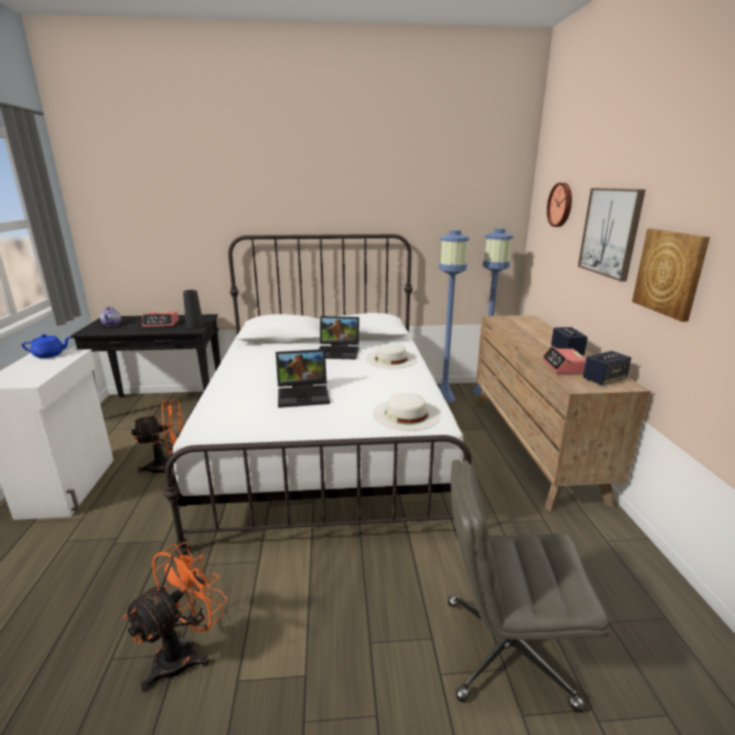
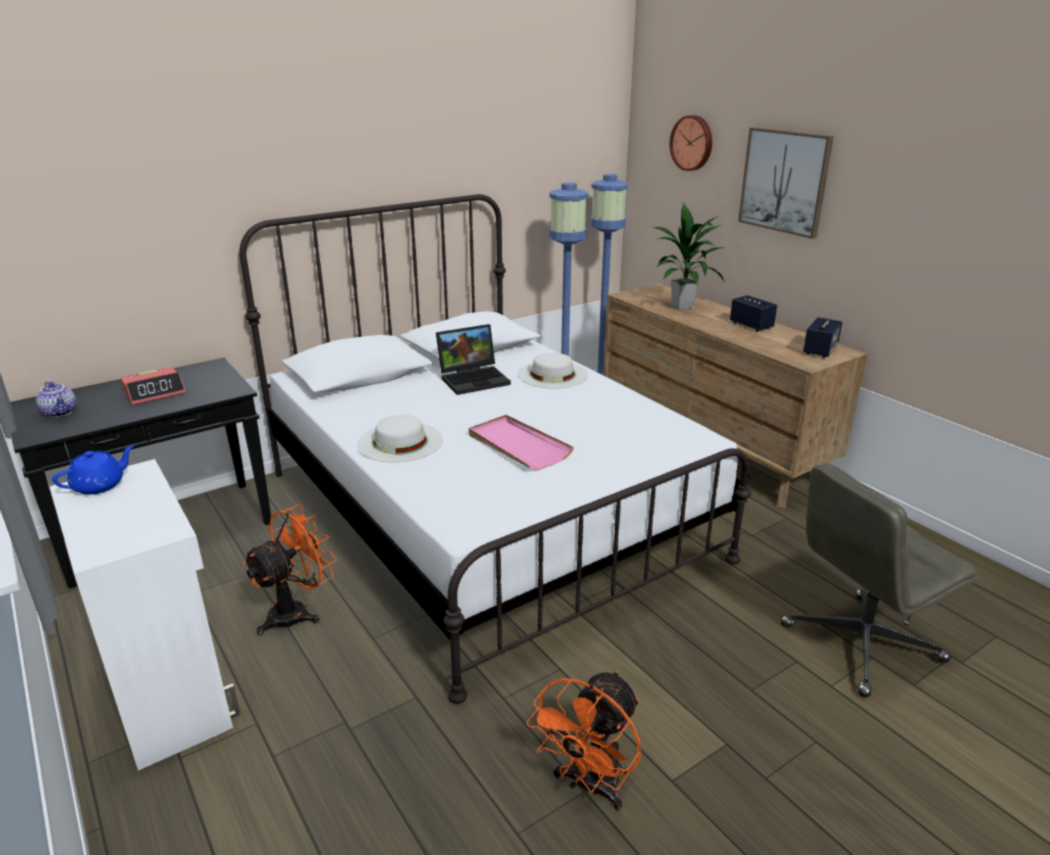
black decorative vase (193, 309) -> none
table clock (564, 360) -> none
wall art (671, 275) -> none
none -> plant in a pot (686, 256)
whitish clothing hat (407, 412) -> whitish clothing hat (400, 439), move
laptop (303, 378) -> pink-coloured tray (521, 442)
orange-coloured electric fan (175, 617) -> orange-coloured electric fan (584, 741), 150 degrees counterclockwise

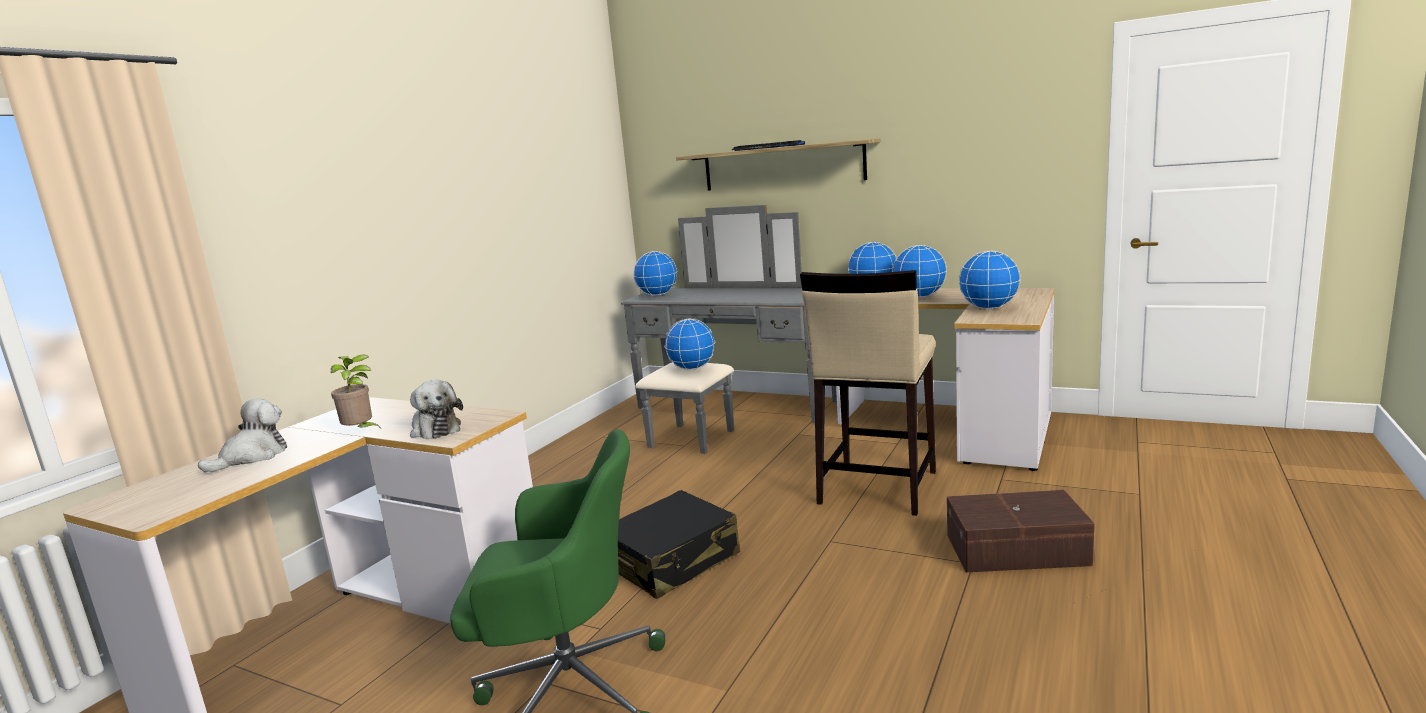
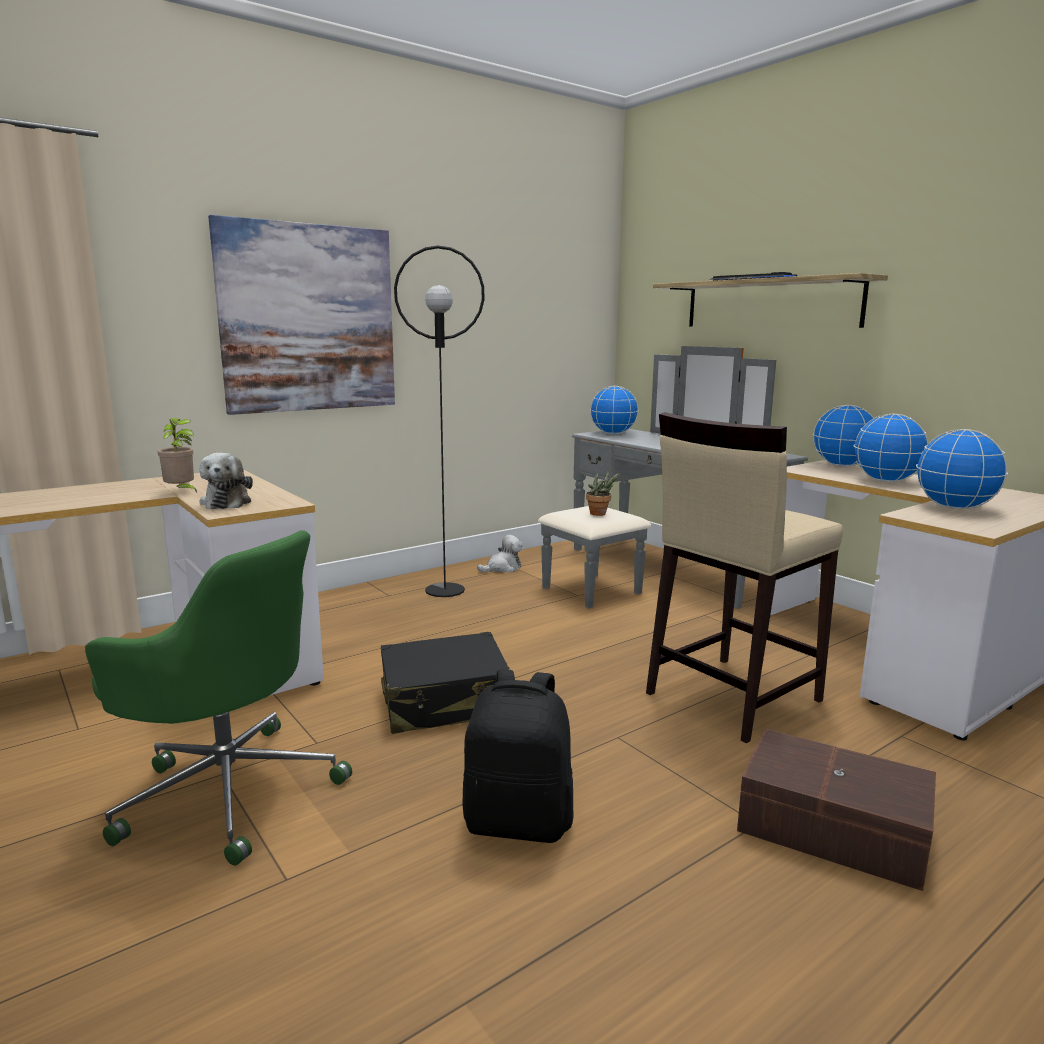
none -> wall art (301, 315)
none -> black floor lamp (439, 421)
none -> black knapsack (517, 756)
plush toy (242, 436) -> plush toy (500, 553), move
globe (689, 344) -> plant in a pot (603, 492)

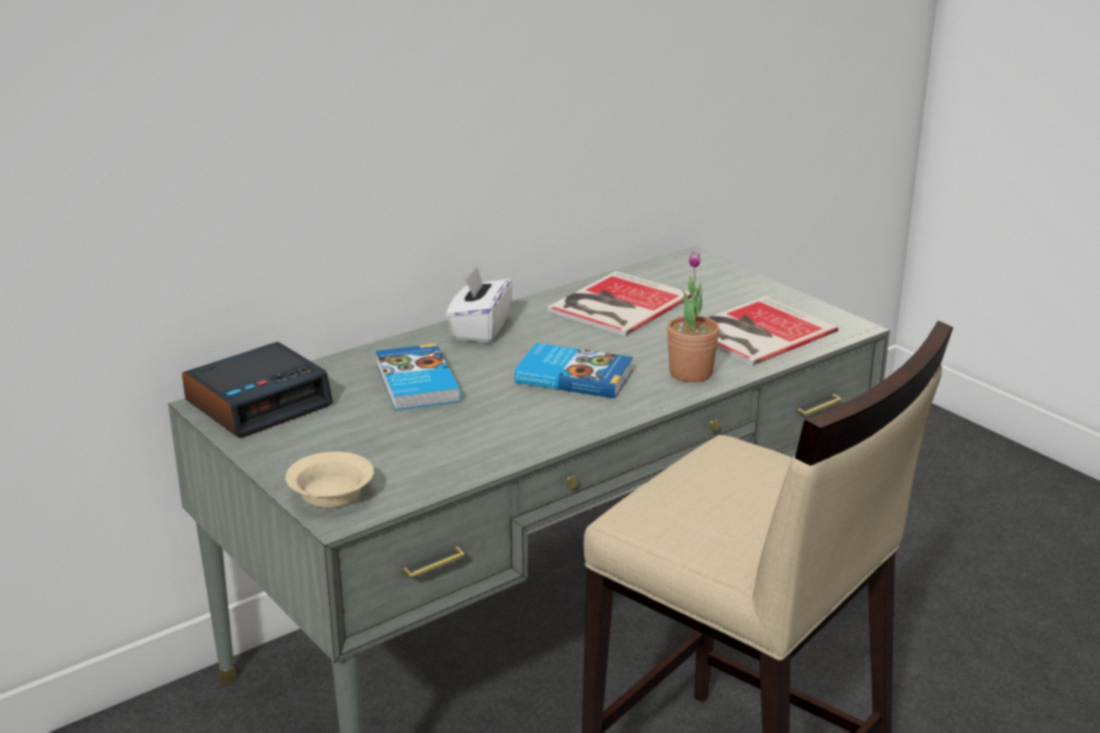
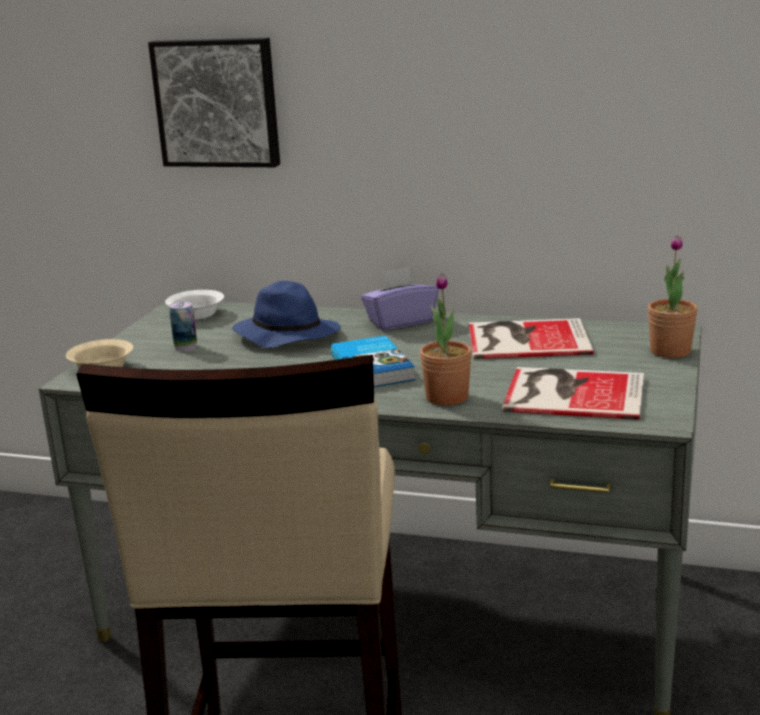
none -> wall art (214, 102)
none -> sealed can (183, 326)
none -> plant in a pot (673, 296)
table clock (257, 390) -> whitish bowl (194, 305)
book (418, 377) -> bluish clothing hat (286, 314)
whitish tissue holder (479, 305) -> purplish tissue holder (400, 298)

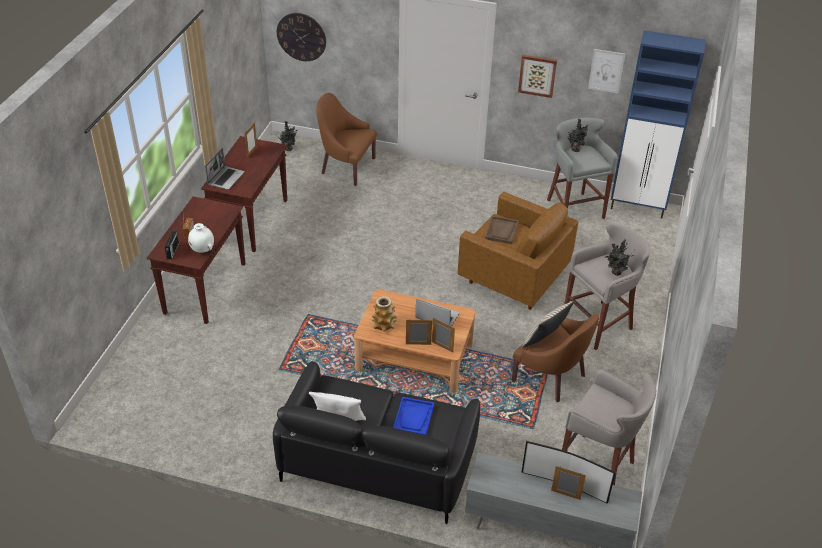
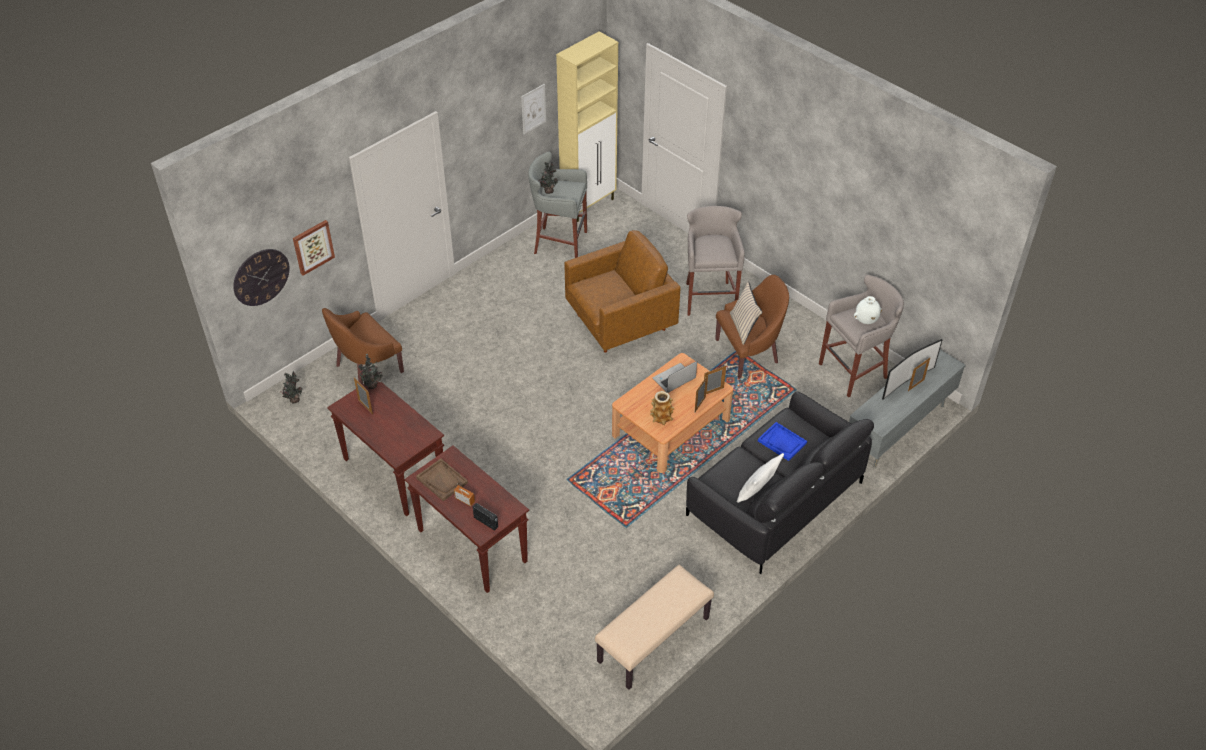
laptop (225, 169) -> none
none -> sand-coloured long seat (654, 627)
whitish decorative vase (201, 238) -> whitish decorative vase (868, 310), move
brown-coloured tray (502, 230) -> brown-coloured tray (442, 480), move
wall art (537, 76) -> wall art (314, 248), move
plant in a pot (619, 257) -> plant in a pot (370, 371), move
bluish cabinet (658, 124) -> sand-coloured cabinet (587, 126)

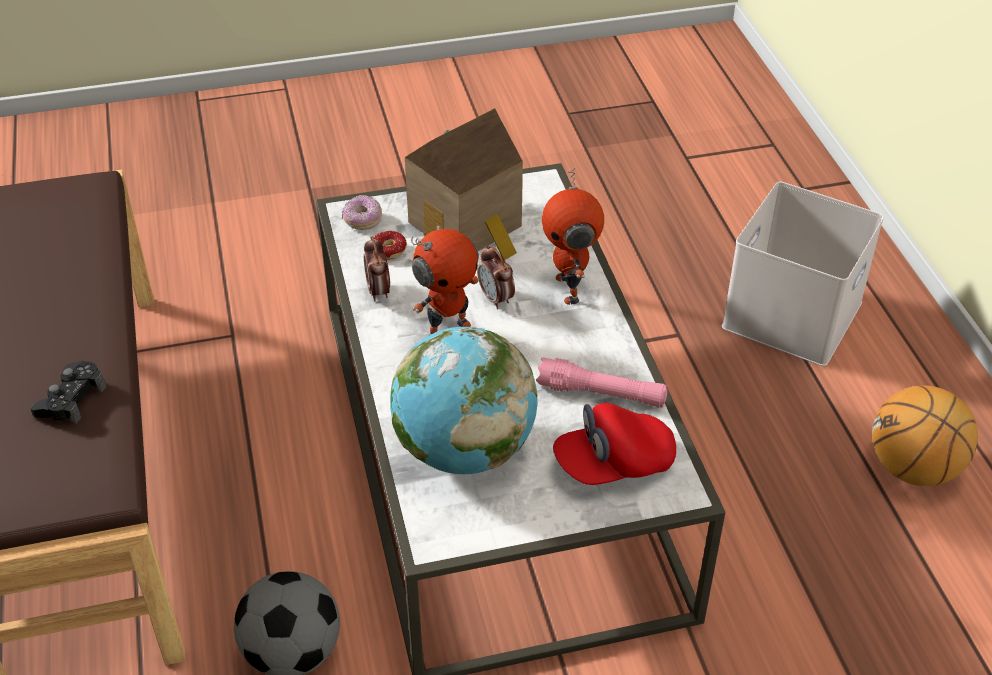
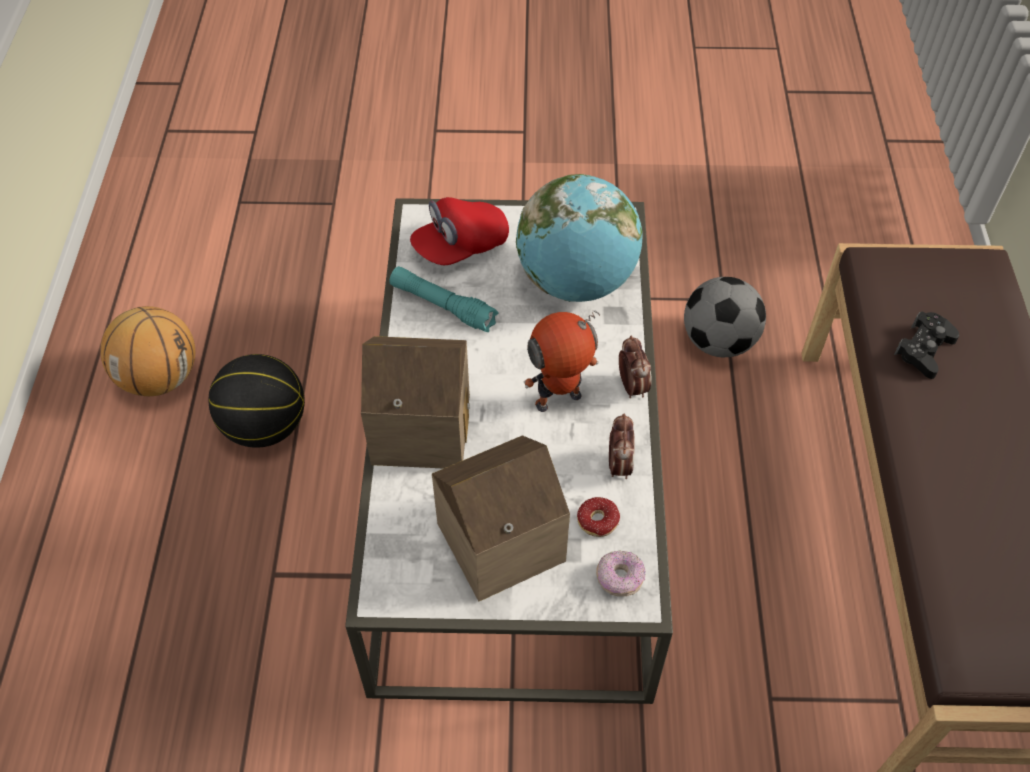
whitish storage box (803, 274) -> none
none -> basketball ball (256, 401)
table clock (496, 277) -> table clock (635, 367), move
toy robot (573, 236) -> model house (415, 402)
pink-coloured flashlight (601, 382) -> blue-green flashlight (444, 299)
red peaked cap (614, 444) -> red peaked cap (459, 231), 150 degrees clockwise

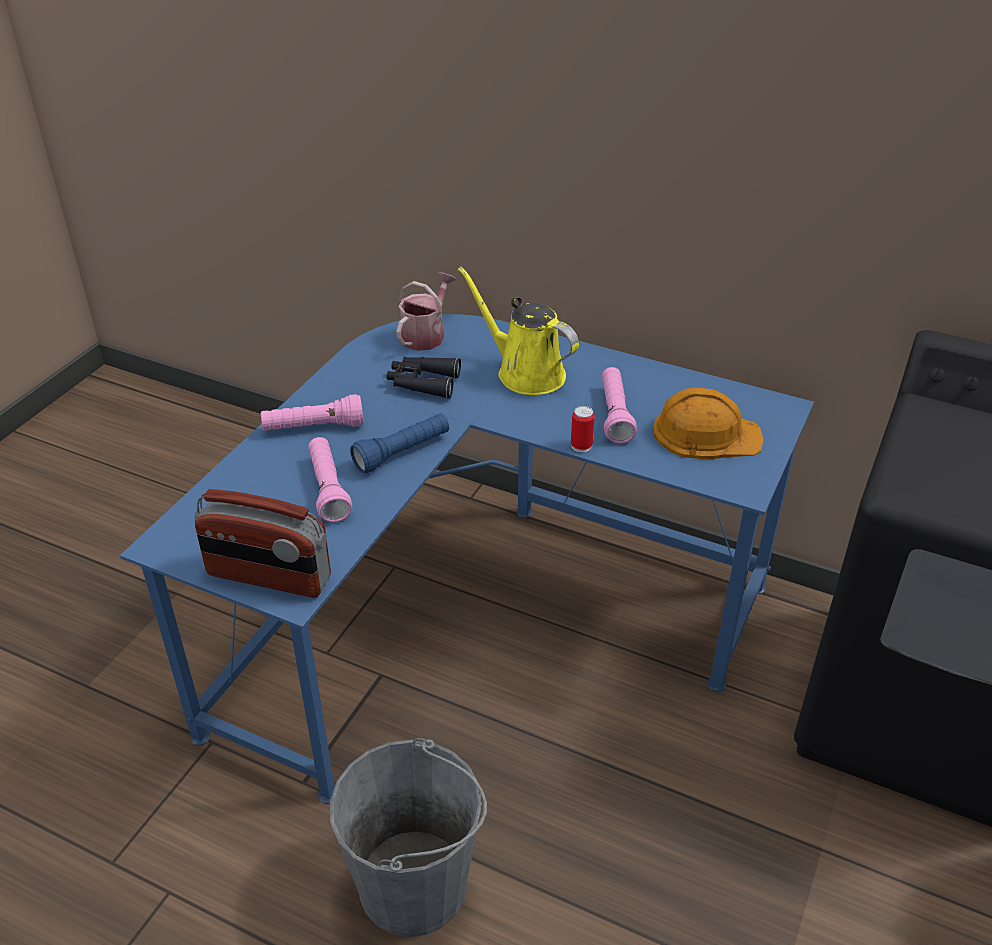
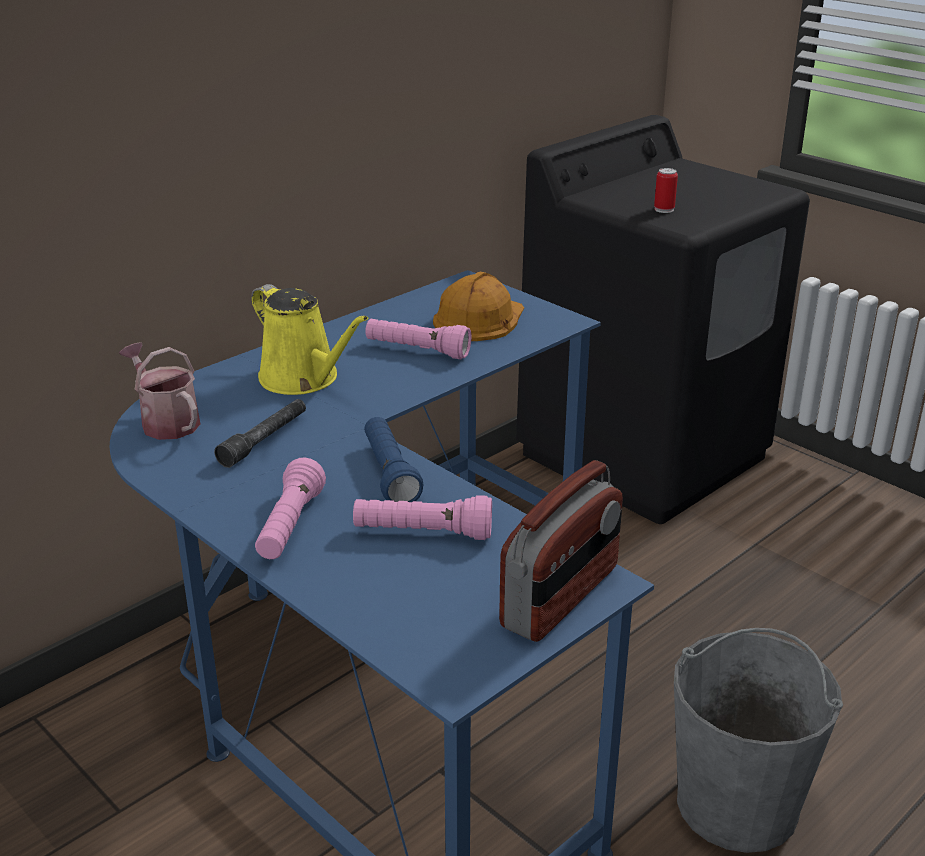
sealed can (583, 429) -> sealed can (666, 190), move
black pair of binoculars (424, 378) -> gray flashlight (260, 433)
yellow watering pot (518, 330) -> yellow watering pot (309, 339), 105 degrees counterclockwise

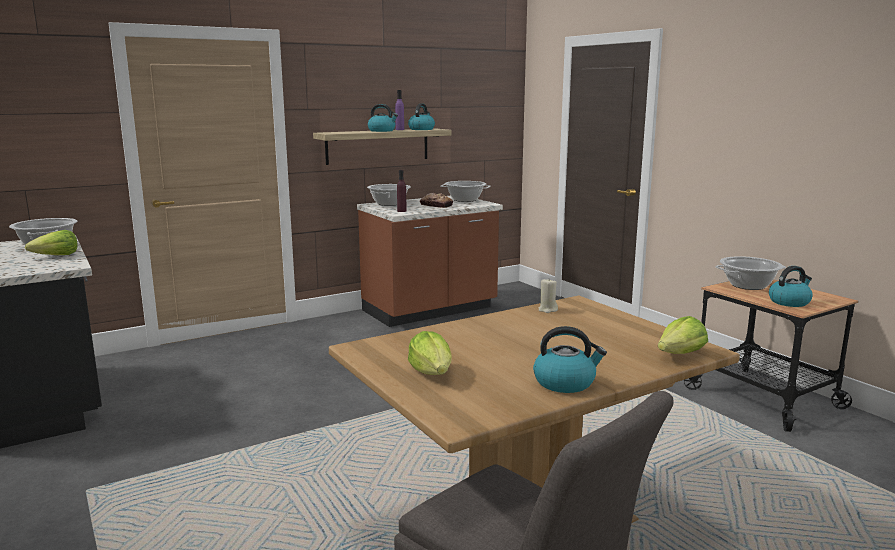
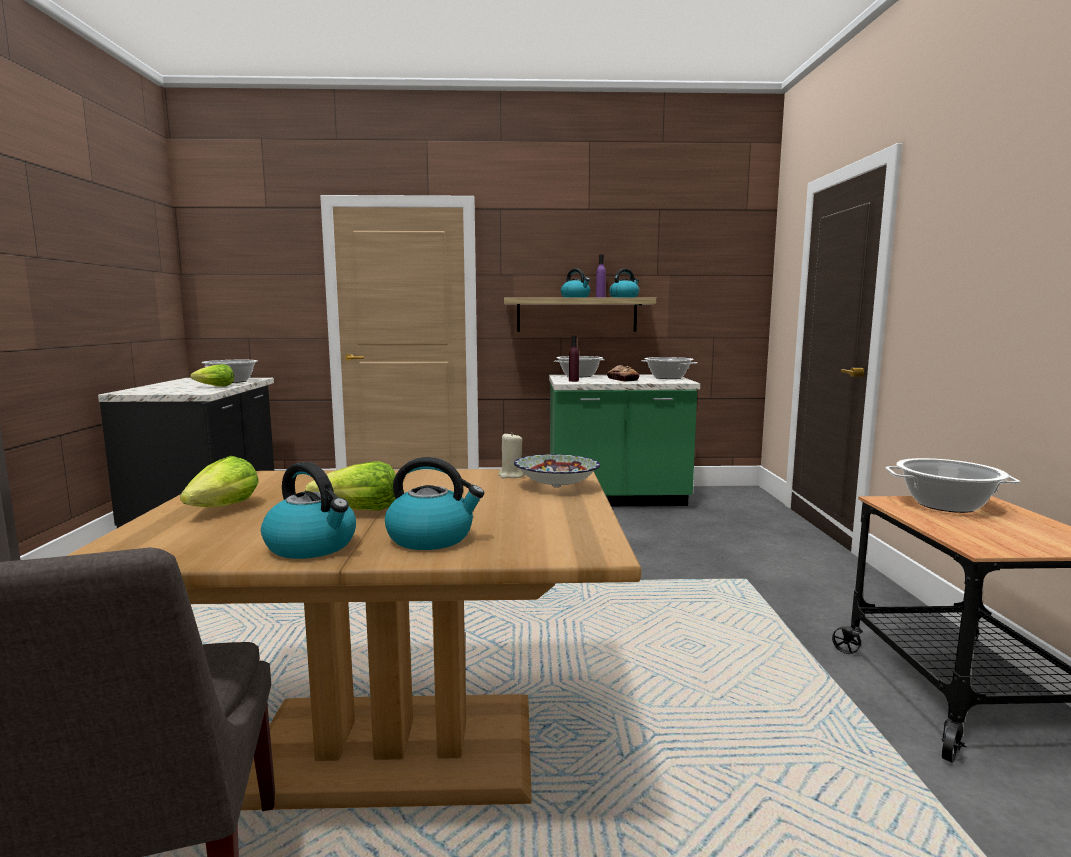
none -> bowl (557, 471)
head of lettuce (683, 335) -> head of lettuce (350, 486), move
tea kettle (791, 286) -> tea kettle (434, 503), move
brown-coloured kitchen counter (430, 261) -> green-coloured kitchen counter (624, 441)

